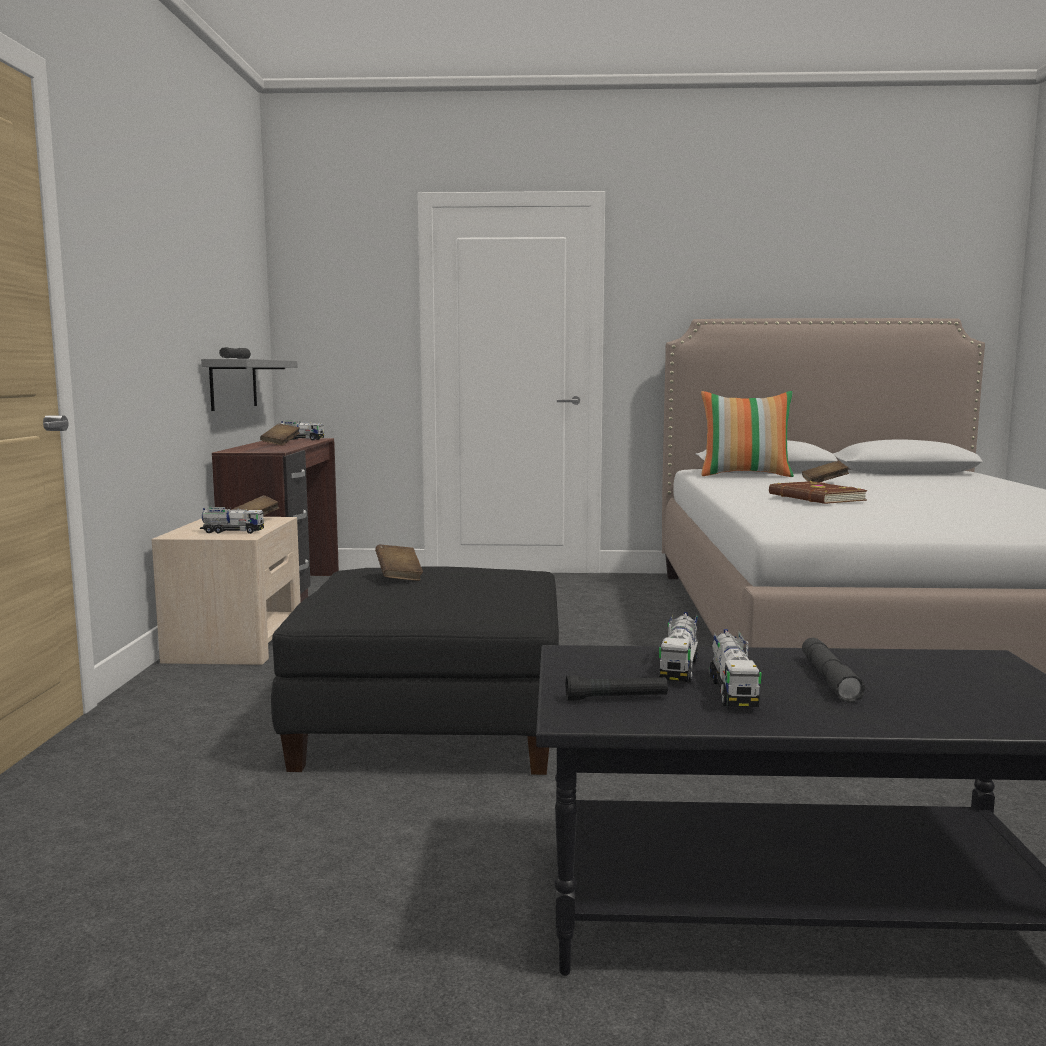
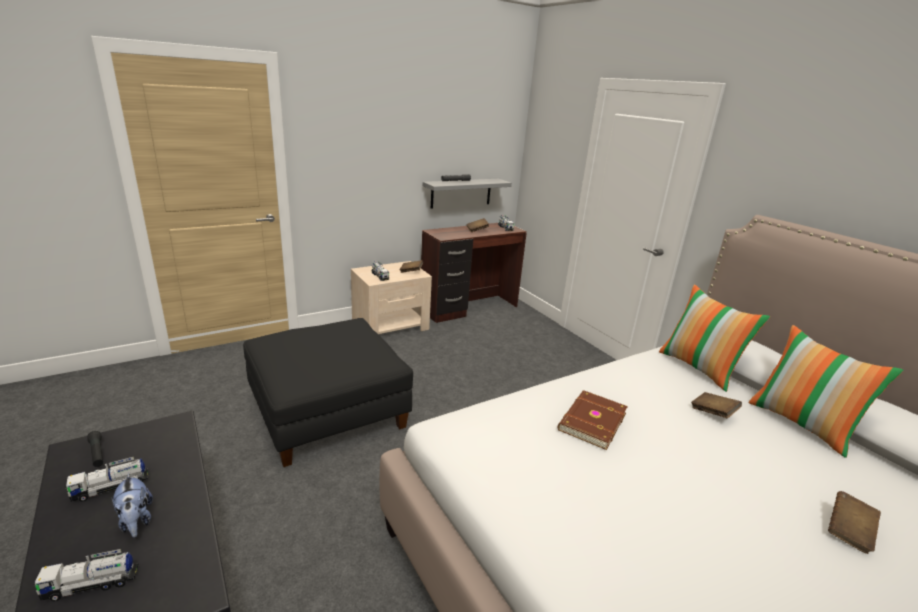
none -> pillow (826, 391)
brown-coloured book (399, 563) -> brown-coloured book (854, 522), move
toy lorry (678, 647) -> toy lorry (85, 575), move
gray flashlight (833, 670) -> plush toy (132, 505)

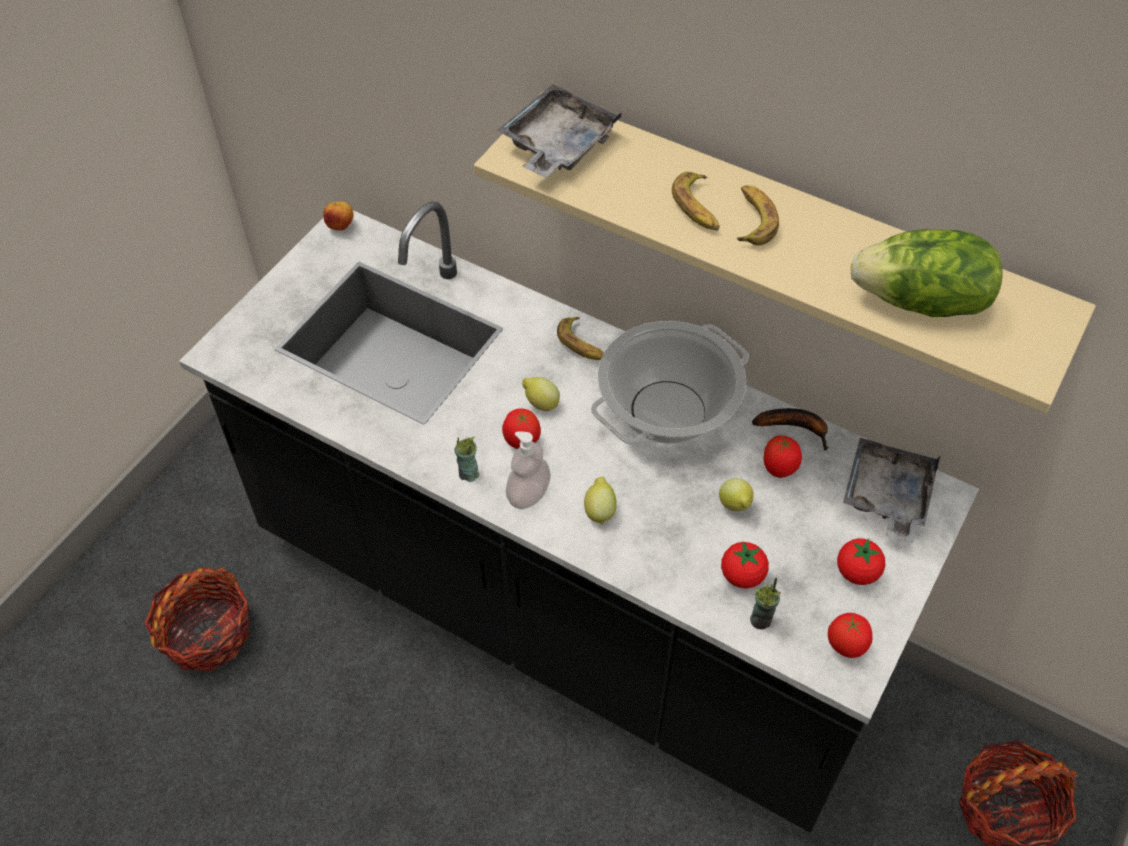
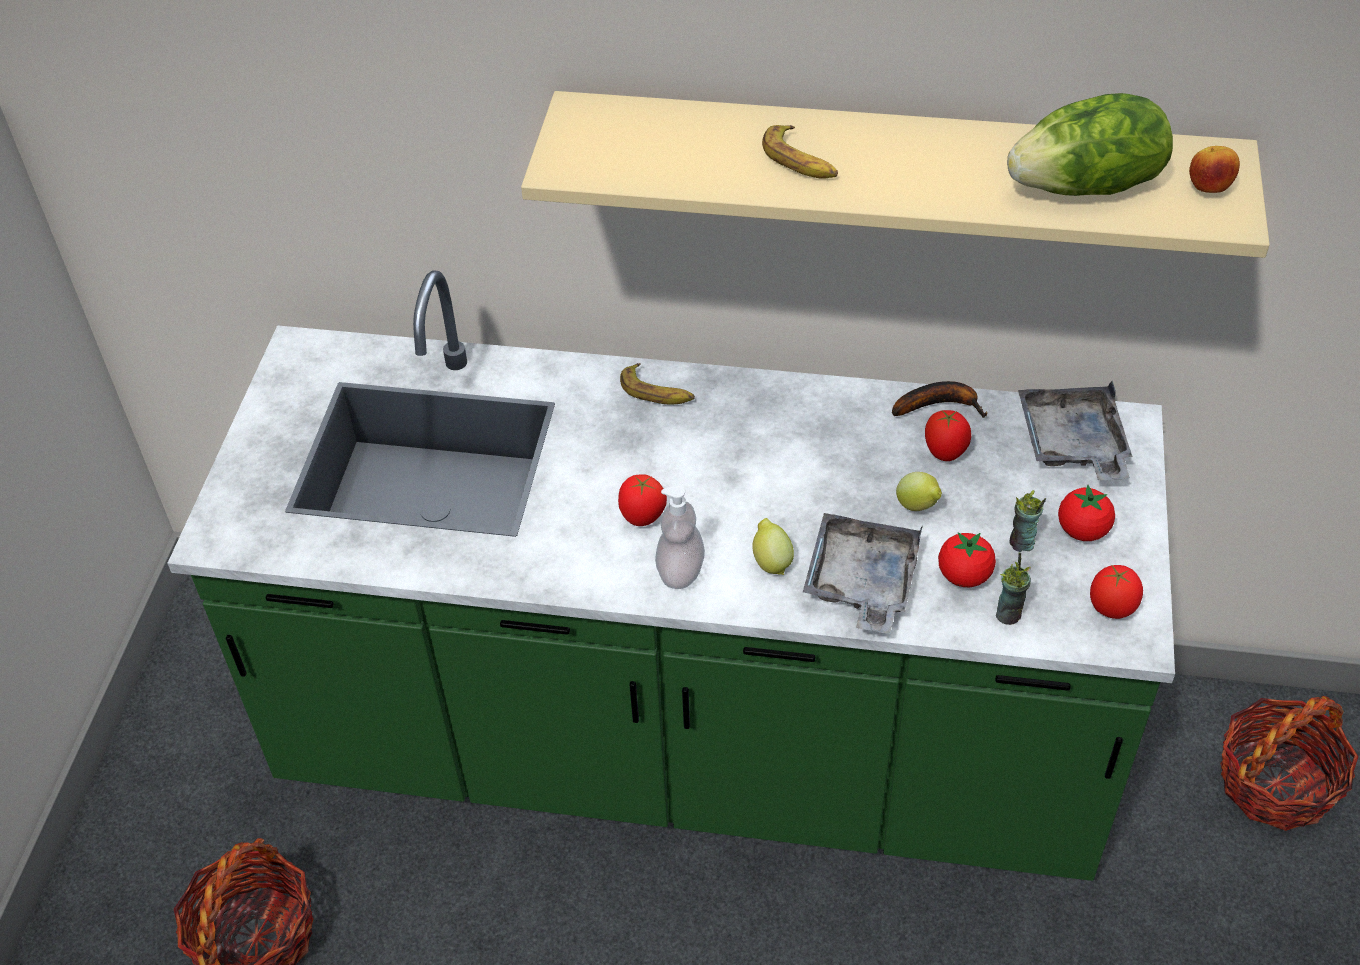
whole lemon (541, 394) -> none
cooking pot (670, 382) -> none
banana (758, 215) -> none
apple (338, 216) -> apple (1214, 169), move
small cup (466, 459) -> small cup (1027, 521), move
gray tray (559, 131) -> gray tray (863, 573), move
black kitchen counter (579, 516) -> green-coloured kitchen counter (671, 575)

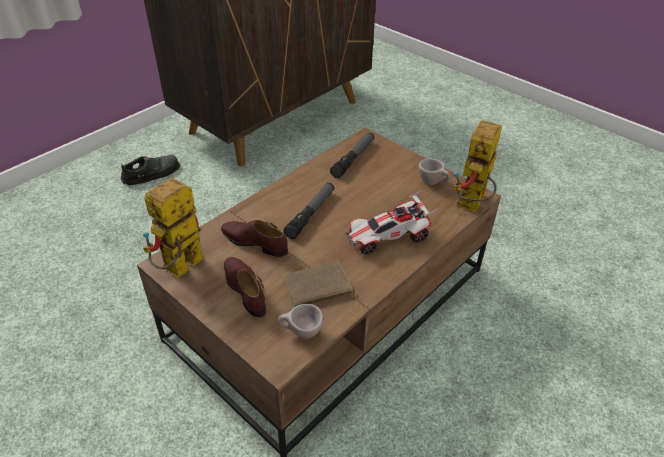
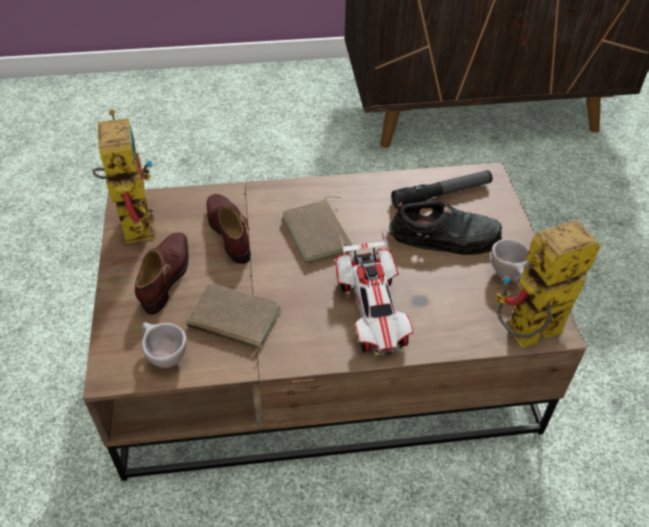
black shoe (150, 170) -> black shoe (445, 227), move
flashlight (309, 211) -> brown-coloured book (317, 230)
toy robot (173, 227) -> toy robot (124, 176), 90 degrees clockwise
miniature car (391, 222) -> miniature car (374, 293), 120 degrees counterclockwise

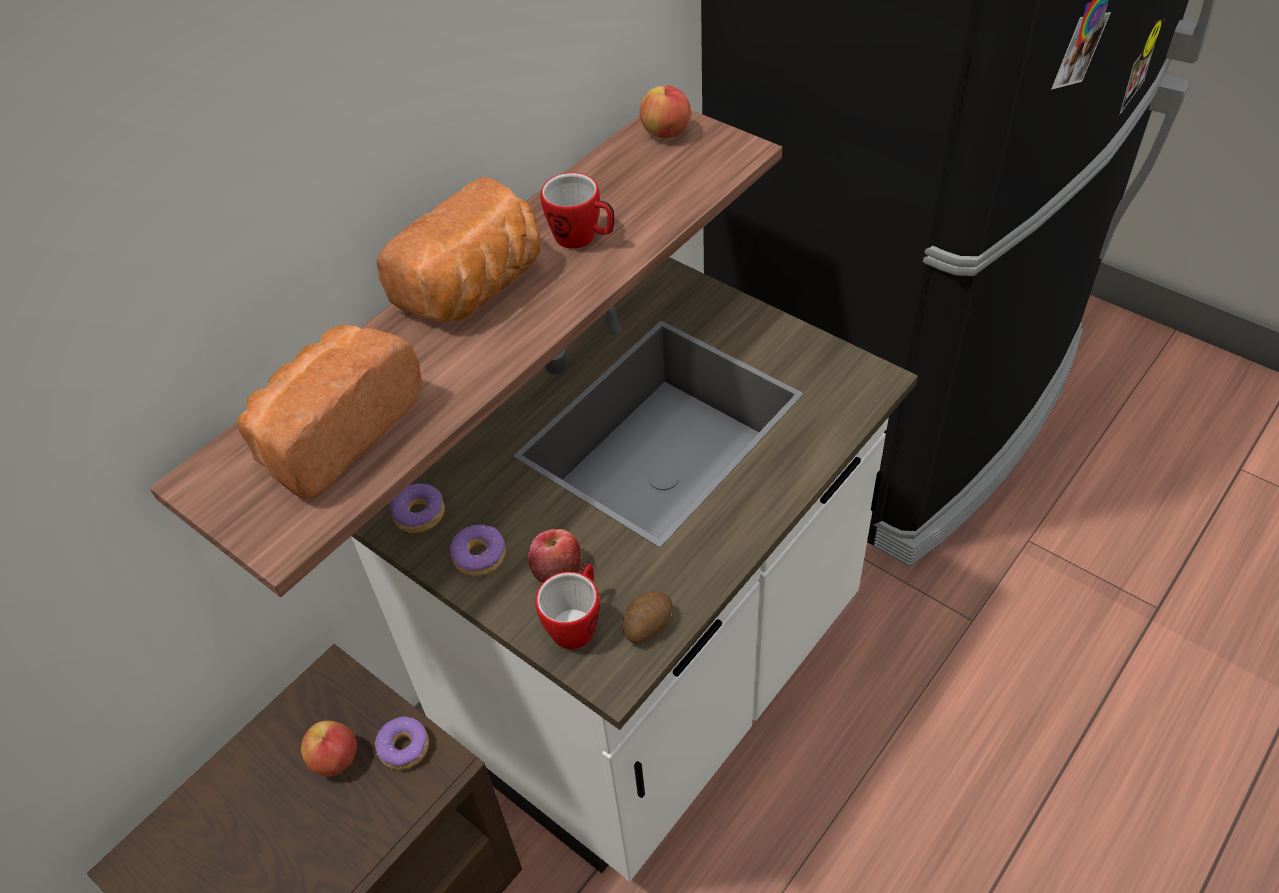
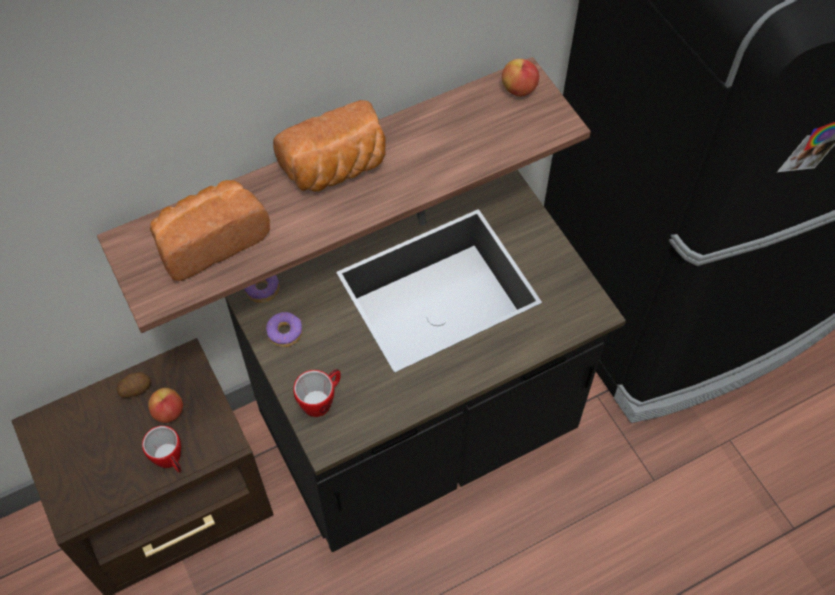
ring doughnut (402, 743) -> none
apple (554, 556) -> none
coffee mug (577, 211) -> coffee mug (161, 449), move
potato (647, 617) -> potato (134, 385), move
whitish kitchen counter (634, 569) -> black kitchen counter (425, 361)

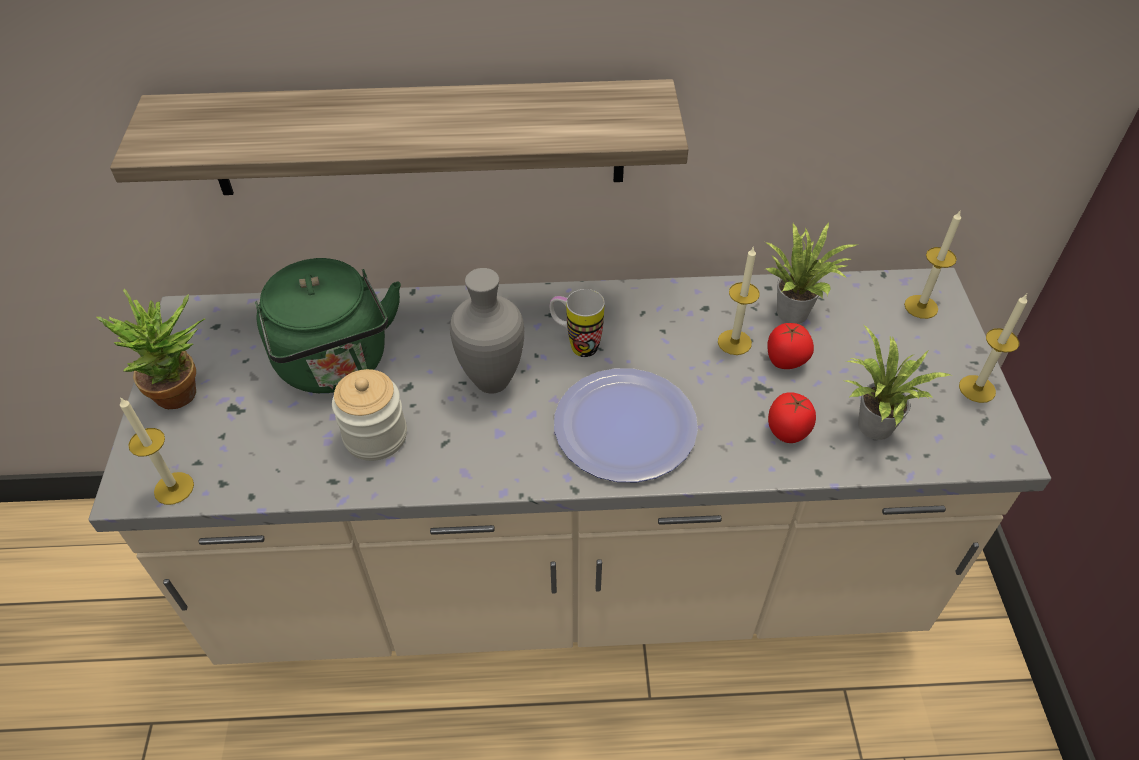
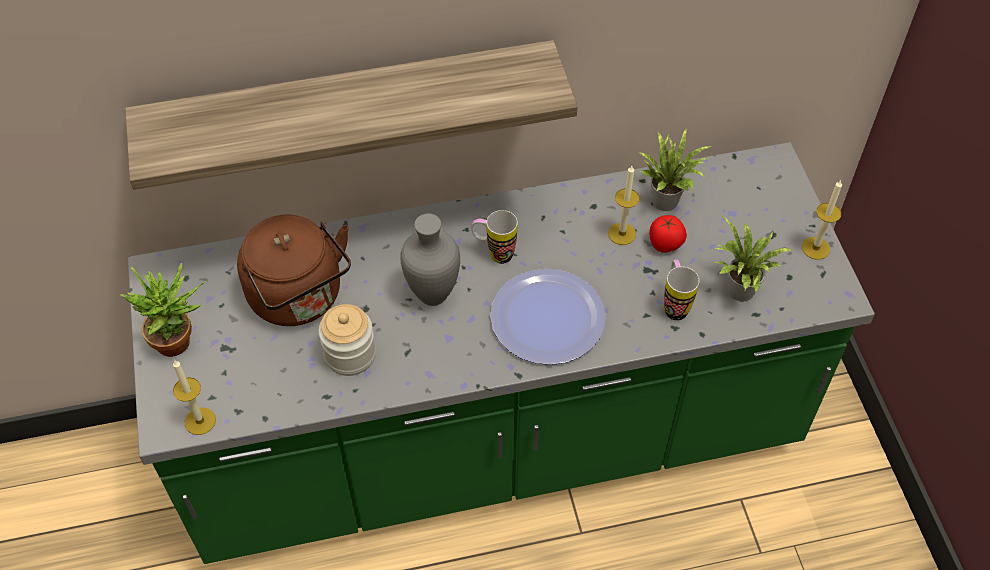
candle (932, 265) -> none
fresh tomato (792, 417) -> coffee mug (681, 290)
sand-coloured kitchen counter (569, 466) -> green-coloured kitchen counter (501, 353)
green-coloured tea kettle (328, 325) -> brown-coloured tea kettle (294, 270)

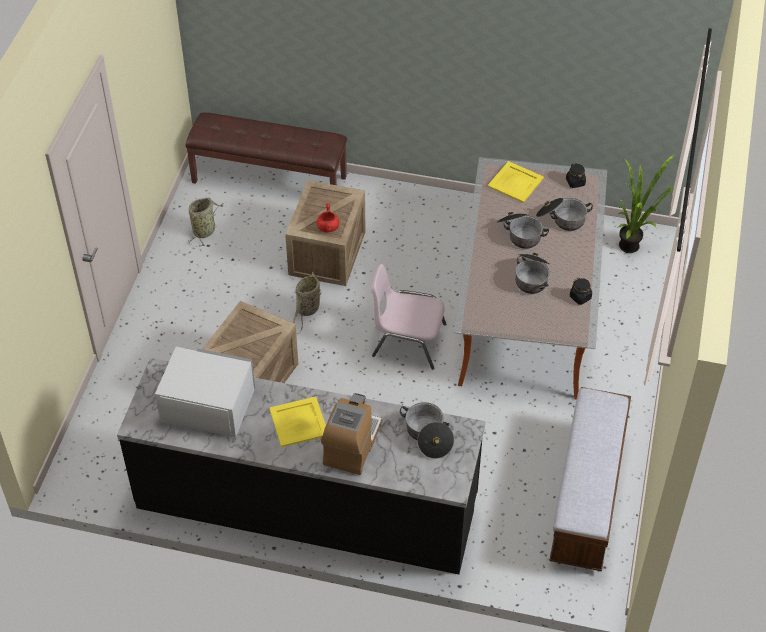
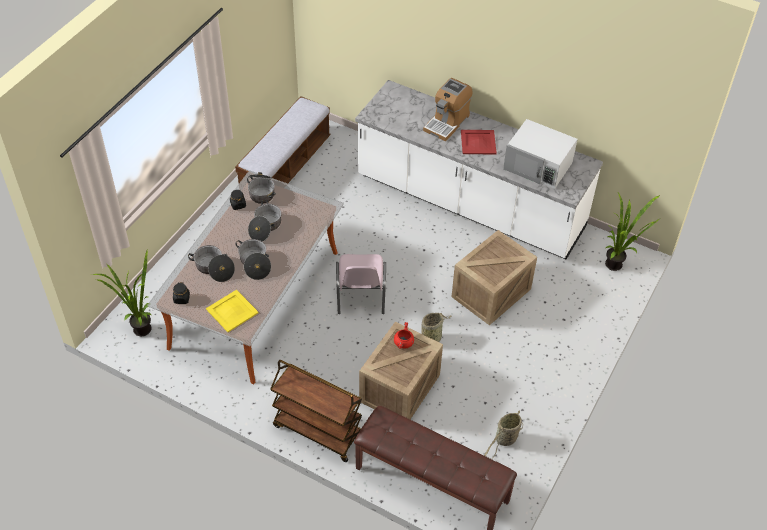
none -> brown-coloured trolley (316, 411)
none -> plant in a pot (632, 232)
cooking pot (427, 430) -> cooking pot (261, 188), move
black kitchen counter (301, 466) -> whitish kitchen counter (479, 169)
yellow tray (297, 421) -> red tray (479, 142)
pink-coloured upright chair (408, 317) -> pink-coloured upright chair (361, 284), 60 degrees clockwise

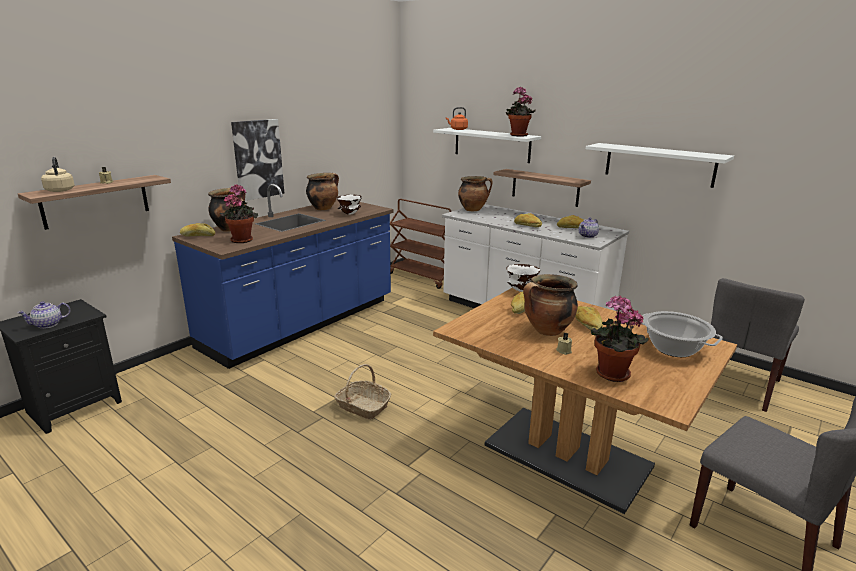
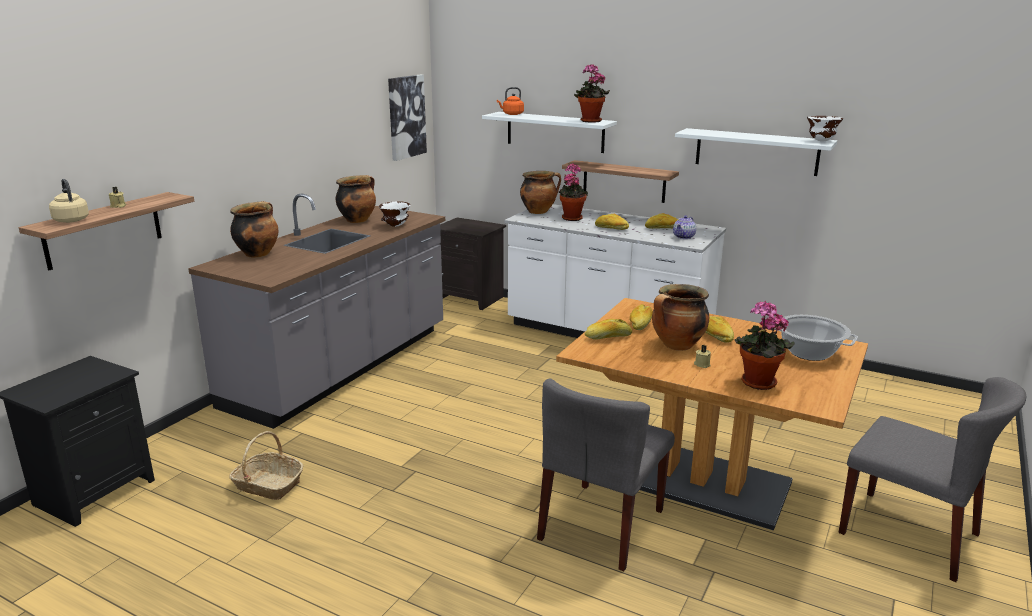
tea pot (44, 315) -> none
bakery bread (197, 230) -> bakery bread (608, 329), move
plant in a pot (239, 213) -> plant in a pot (573, 192), move
wall art (257, 160) -> wall art (407, 118), move
storage basket (362, 391) -> storage basket (266, 465), move
whitish bowl (523, 278) -> whitish bowl (825, 128), move
gray upright chair (758, 345) -> gray upright chair (606, 474), move
brown-coloured trolley (420, 244) -> black nightstand (472, 263)
bluish kitchen counter (283, 276) -> gray kitchen counter (316, 311)

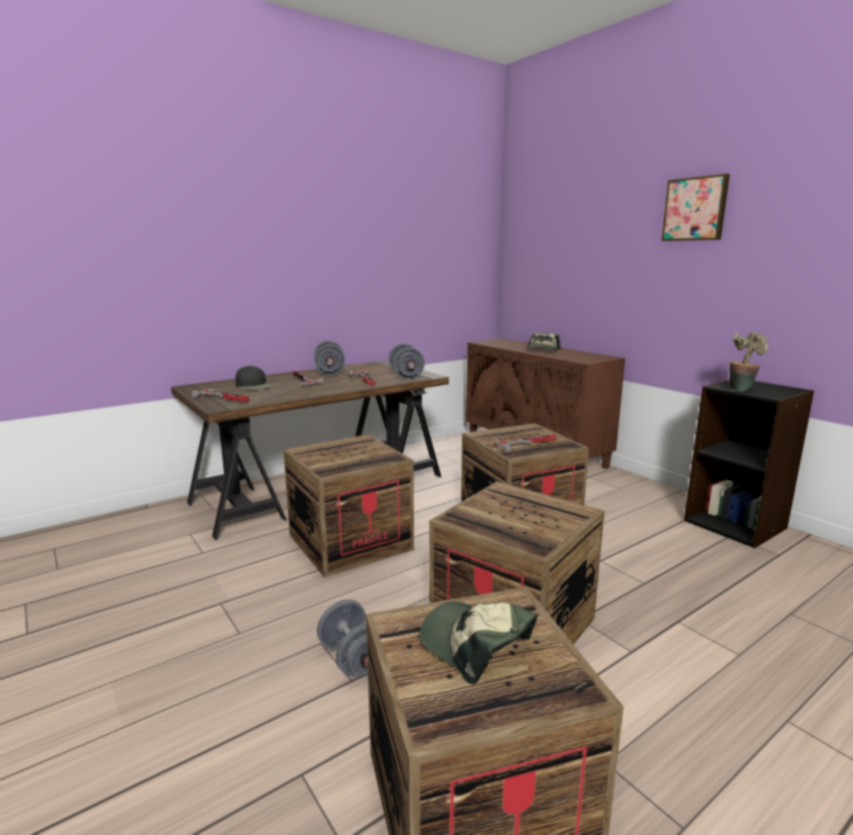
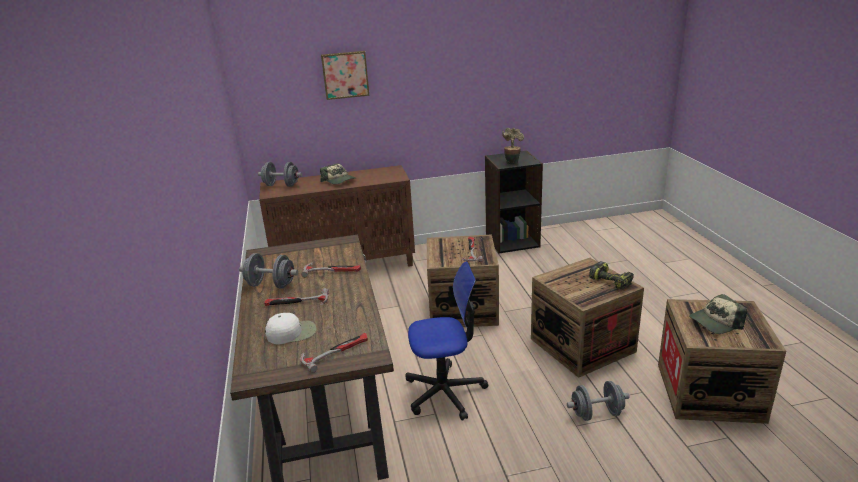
none -> drill (611, 275)
gray dumbbell (407, 361) -> gray dumbbell (280, 174), move
wall art (695, 207) -> wall art (345, 75), move
shipping crate (348, 506) -> office chair (446, 341)
black peaked cap (254, 377) -> whitish peaked cap (290, 328)

